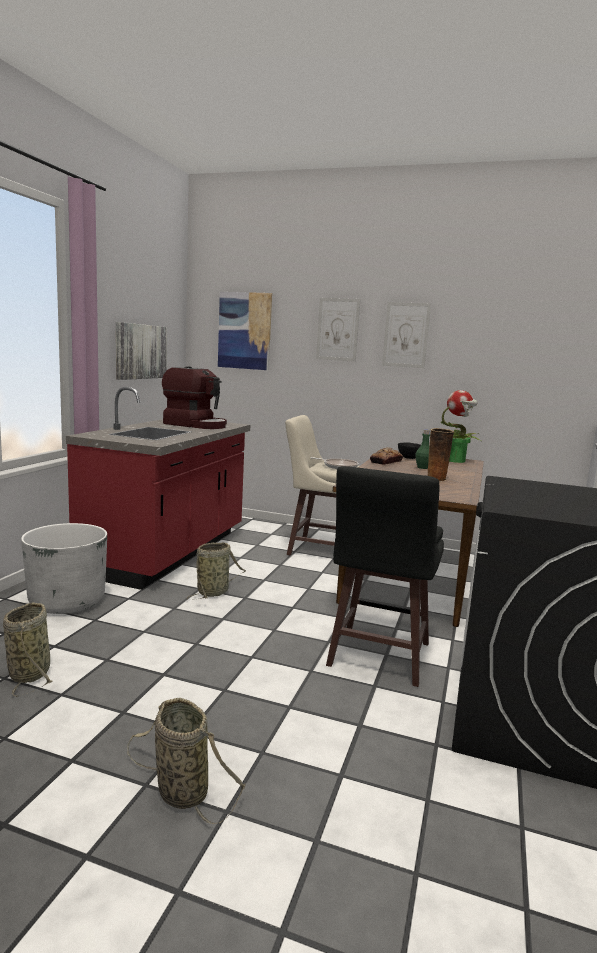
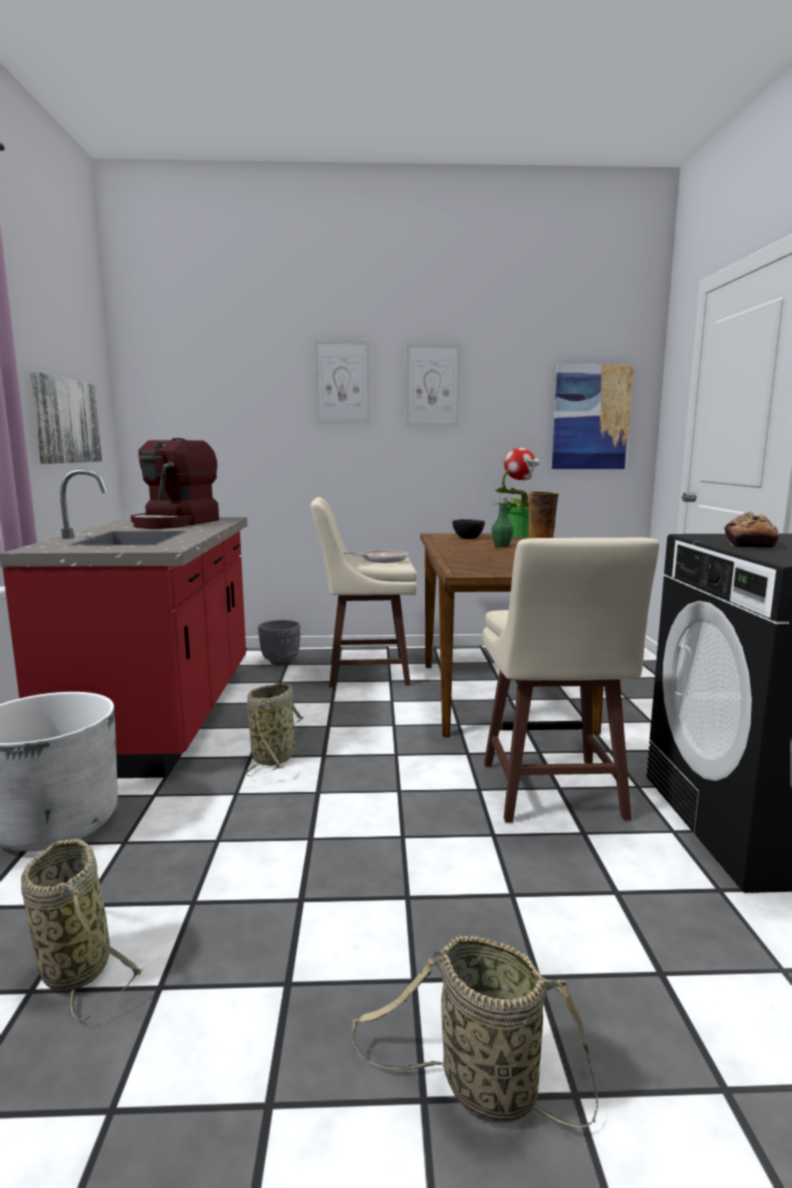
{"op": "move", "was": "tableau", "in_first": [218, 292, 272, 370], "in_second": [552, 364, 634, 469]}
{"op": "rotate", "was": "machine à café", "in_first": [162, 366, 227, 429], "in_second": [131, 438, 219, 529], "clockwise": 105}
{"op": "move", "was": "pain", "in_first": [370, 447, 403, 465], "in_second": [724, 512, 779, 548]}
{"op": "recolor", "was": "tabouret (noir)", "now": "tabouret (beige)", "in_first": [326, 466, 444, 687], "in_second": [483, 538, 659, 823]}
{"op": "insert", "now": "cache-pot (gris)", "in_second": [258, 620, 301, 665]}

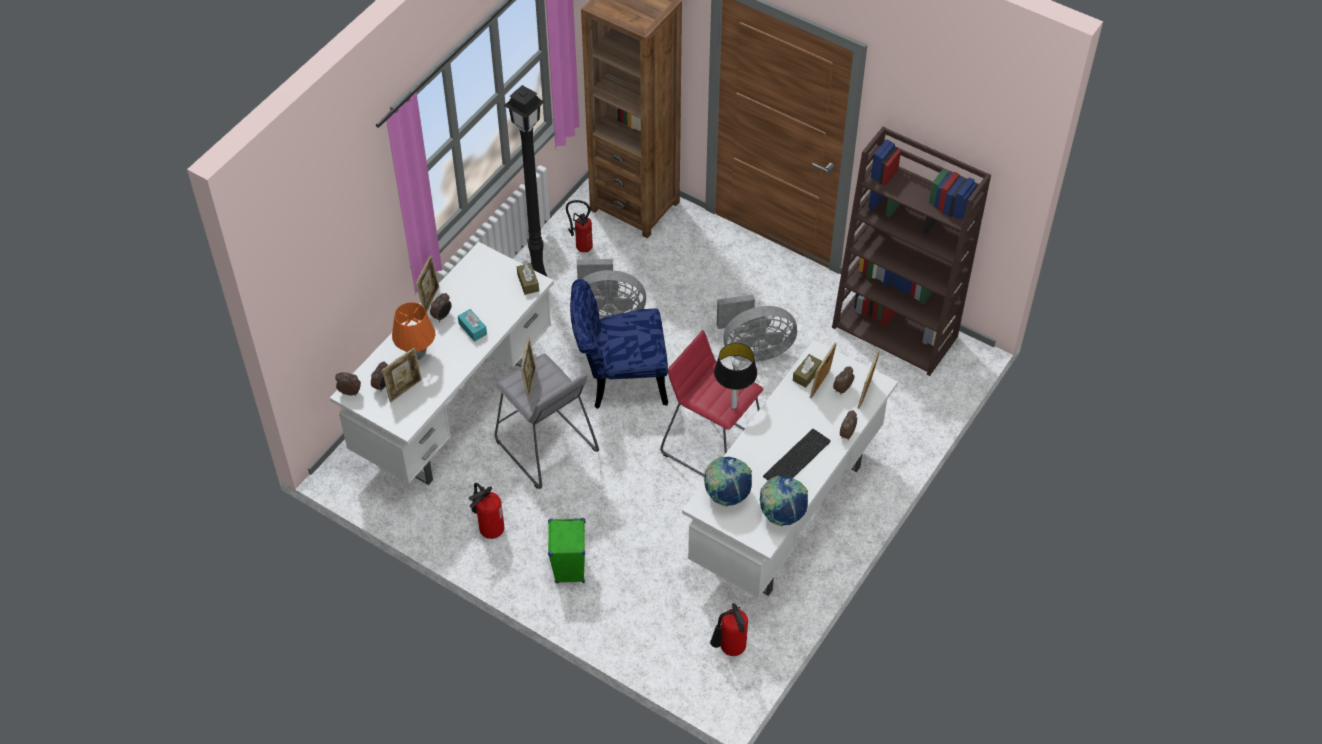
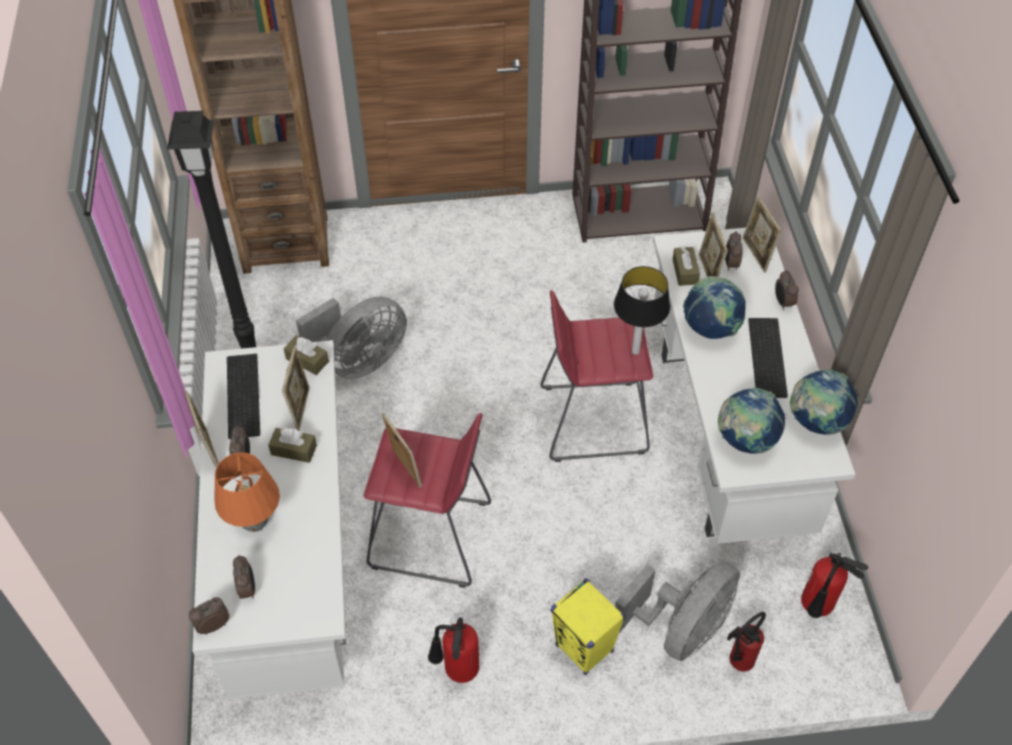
{"op": "move", "was": "extincteur", "in_first": [566, 200, 593, 252], "in_second": [727, 612, 766, 671]}
{"op": "delete", "was": "chaise (bleu)", "in_first": [570, 279, 668, 409]}
{"op": "move", "was": "ventilateur (gris)", "in_first": [717, 294, 797, 362], "in_second": [615, 561, 740, 661]}
{"op": "recolor", "was": "boîte à mouchoirs (turquoise)", "now": "boîte à mouchoirs (marron)", "in_first": [458, 309, 487, 342], "in_second": [268, 428, 317, 463]}
{"op": "move", "was": "cadre photo", "in_first": [382, 347, 422, 403], "in_second": [282, 347, 310, 431]}
{"op": "recolor", "was": "tabouret (gris)", "now": "tabouret (rouge)", "in_first": [495, 354, 599, 489], "in_second": [364, 413, 491, 588]}
{"op": "recolor", "was": "enceinte (vert)", "now": "enceinte (jaune)", "in_first": [548, 518, 585, 583], "in_second": [551, 578, 626, 675]}
{"op": "insert", "now": "globe", "in_second": [683, 276, 746, 339]}
{"op": "insert", "now": "clavier", "in_second": [227, 354, 260, 439]}

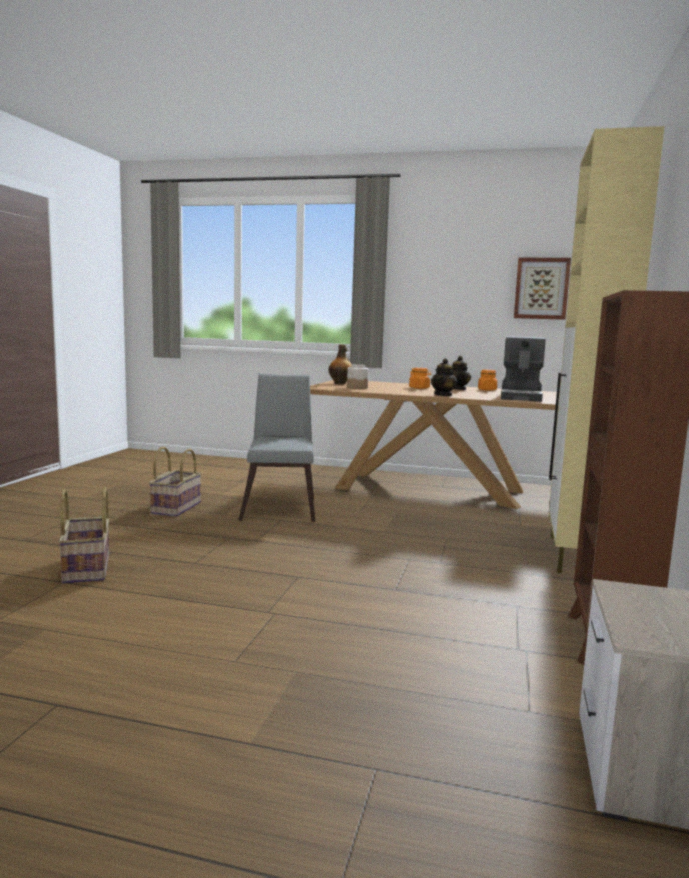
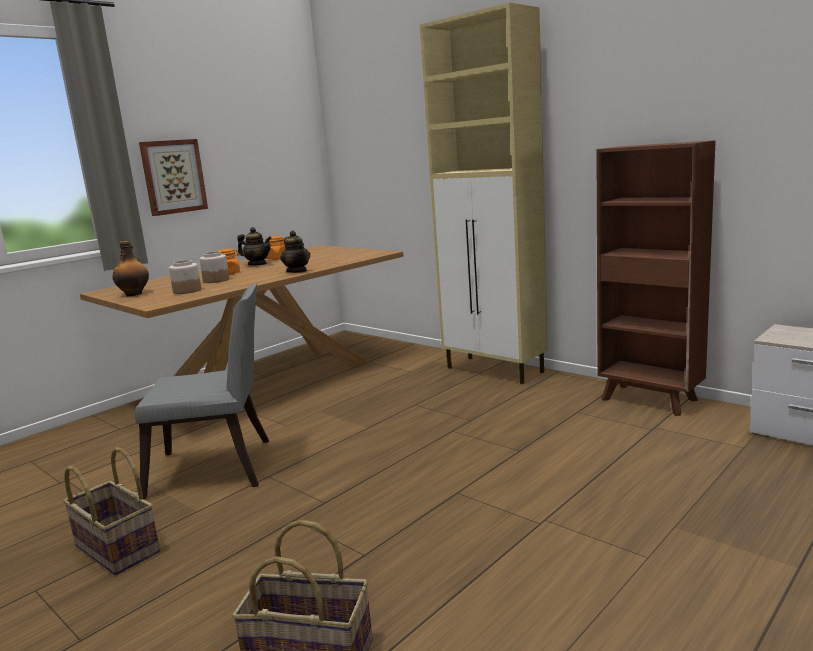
{"op": "move", "was": "tableau", "in_first": [514, 257, 571, 320], "in_second": [139, 139, 208, 216]}
{"op": "delete", "was": "machine à café", "in_first": [501, 336, 546, 402]}
{"op": "rotate", "was": "chaise (gris)", "in_first": [238, 373, 315, 522], "in_second": [134, 283, 269, 500], "clockwise": 150}
{"op": "insert", "now": "bocal", "in_second": [199, 251, 229, 283]}

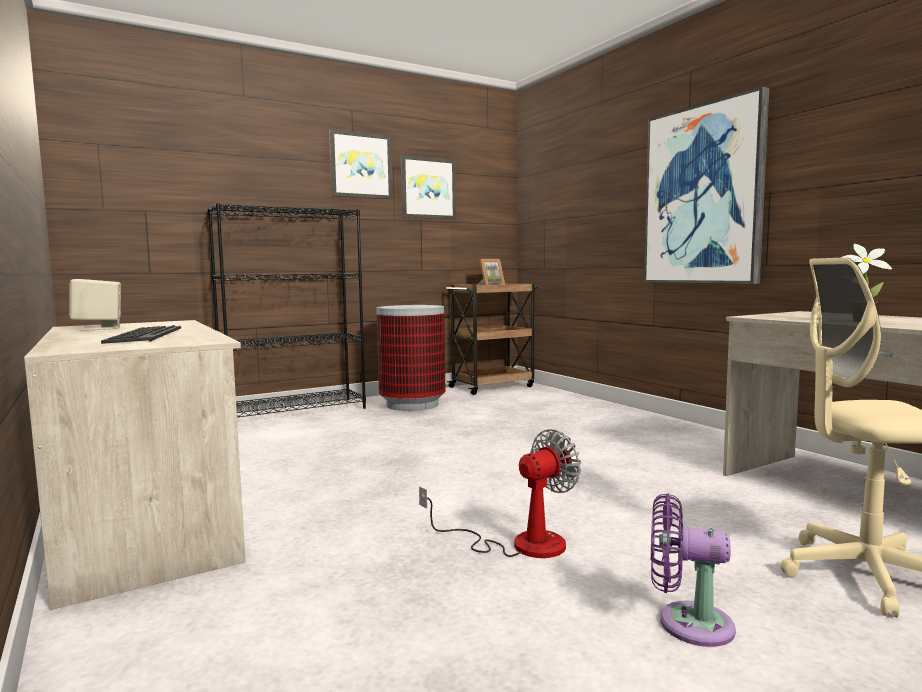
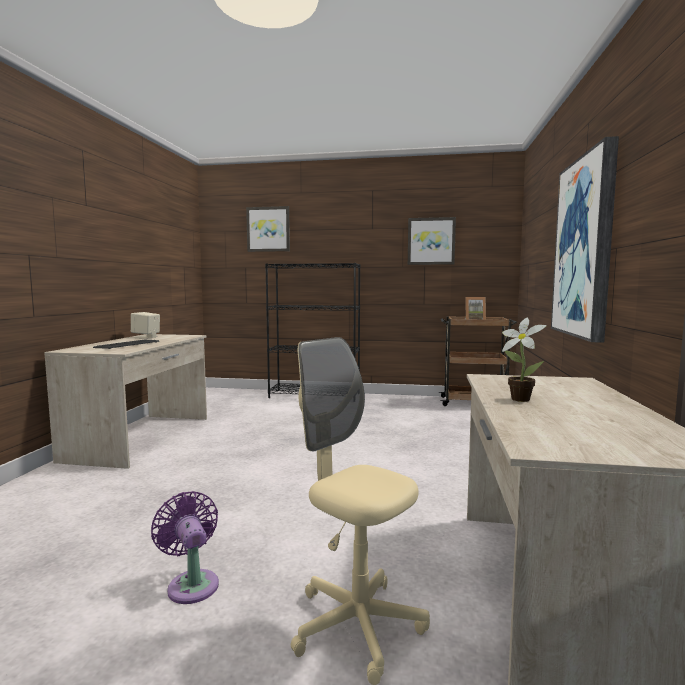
{"op": "move", "was": "tableau", "in_first": [329, 129, 392, 199], "in_second": [246, 206, 290, 252]}
{"op": "delete", "was": "poubelle", "in_first": [377, 305, 445, 411]}
{"op": "delete", "was": "ventilateur", "in_first": [419, 429, 581, 558]}

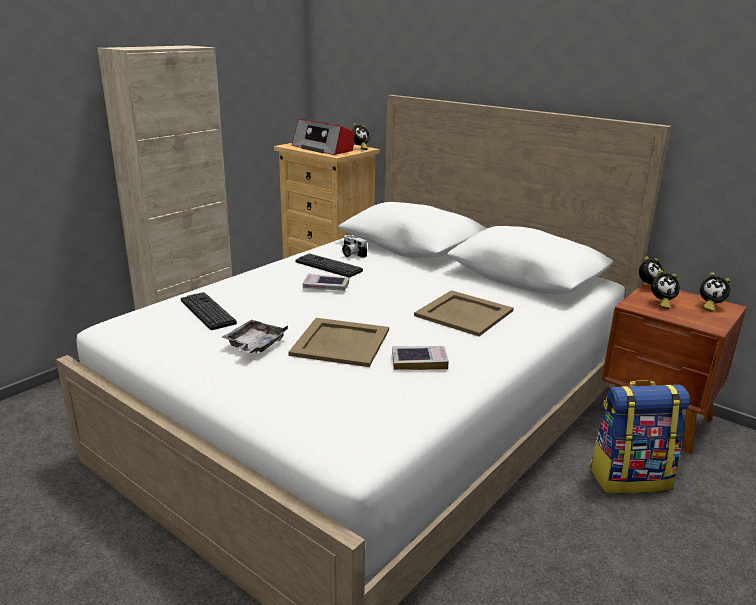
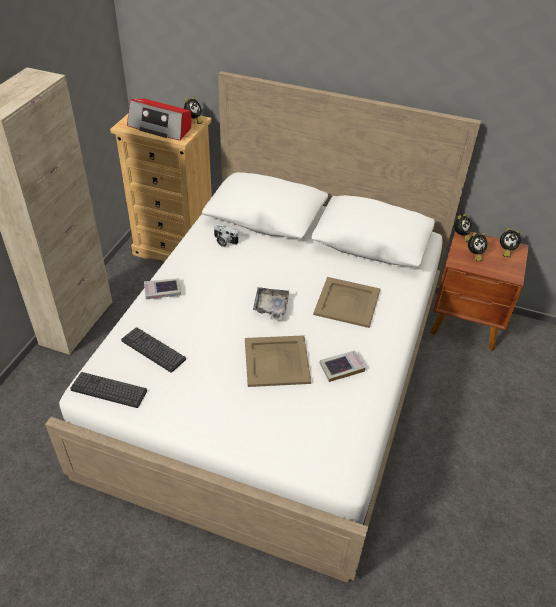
{"op": "move", "was": "clavier", "in_first": [296, 253, 363, 278], "in_second": [70, 372, 147, 408]}
{"op": "move", "was": "livre", "in_first": [303, 273, 349, 291], "in_second": [144, 278, 181, 299]}
{"op": "move", "was": "plateau (gris)", "in_first": [222, 320, 288, 353], "in_second": [253, 287, 289, 320]}
{"op": "delete", "was": "sac à dos", "in_first": [590, 380, 690, 493]}

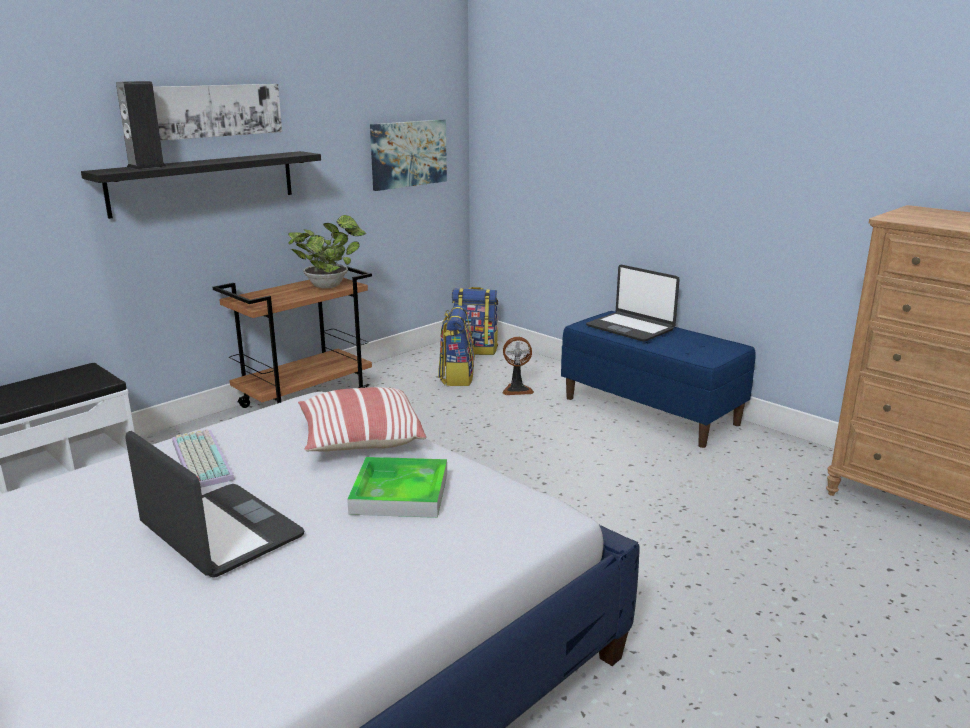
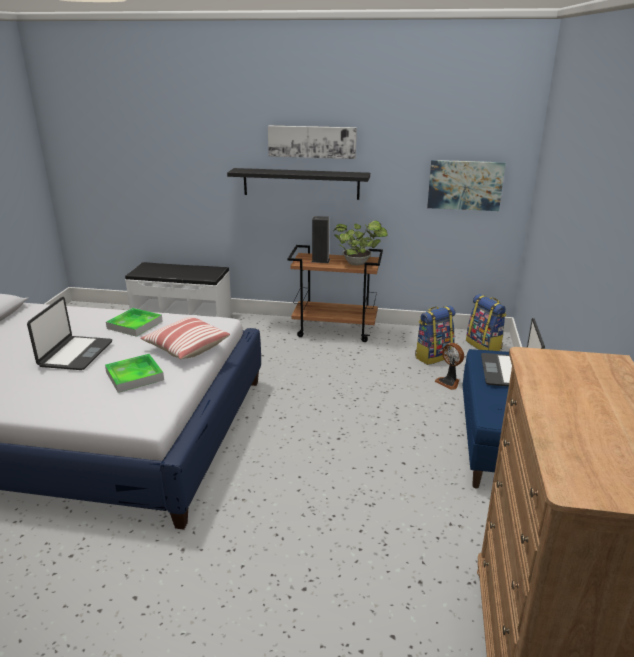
{"op": "move", "was": "enceinte", "in_first": [116, 81, 166, 169], "in_second": [312, 216, 330, 263]}
{"op": "replace", "was": "clavier", "now": "plateau", "in_first": [172, 429, 235, 488], "in_second": [106, 308, 163, 337]}

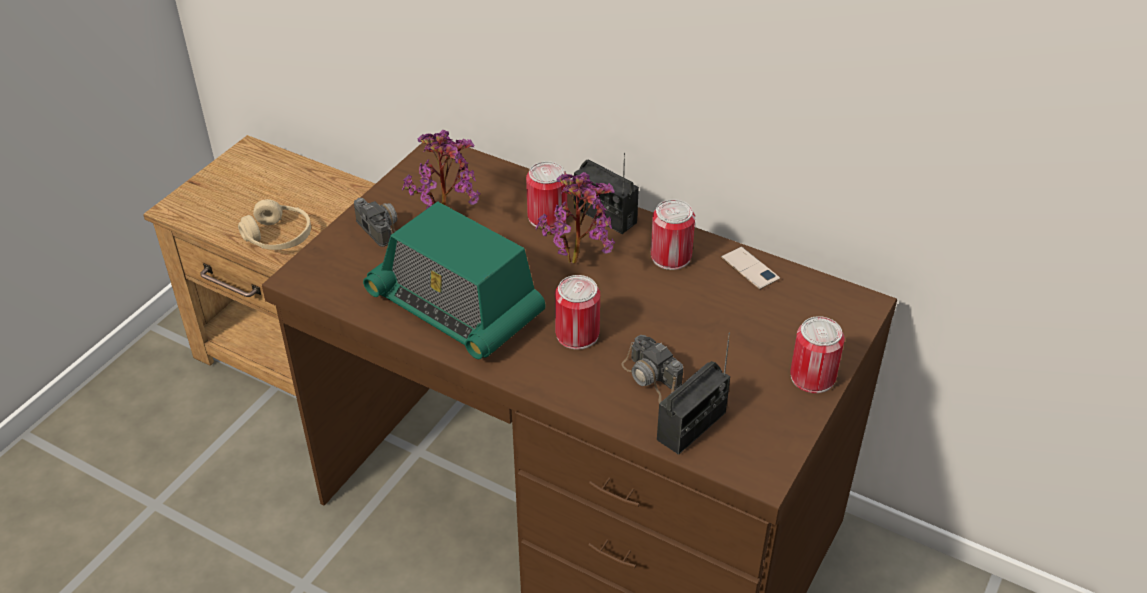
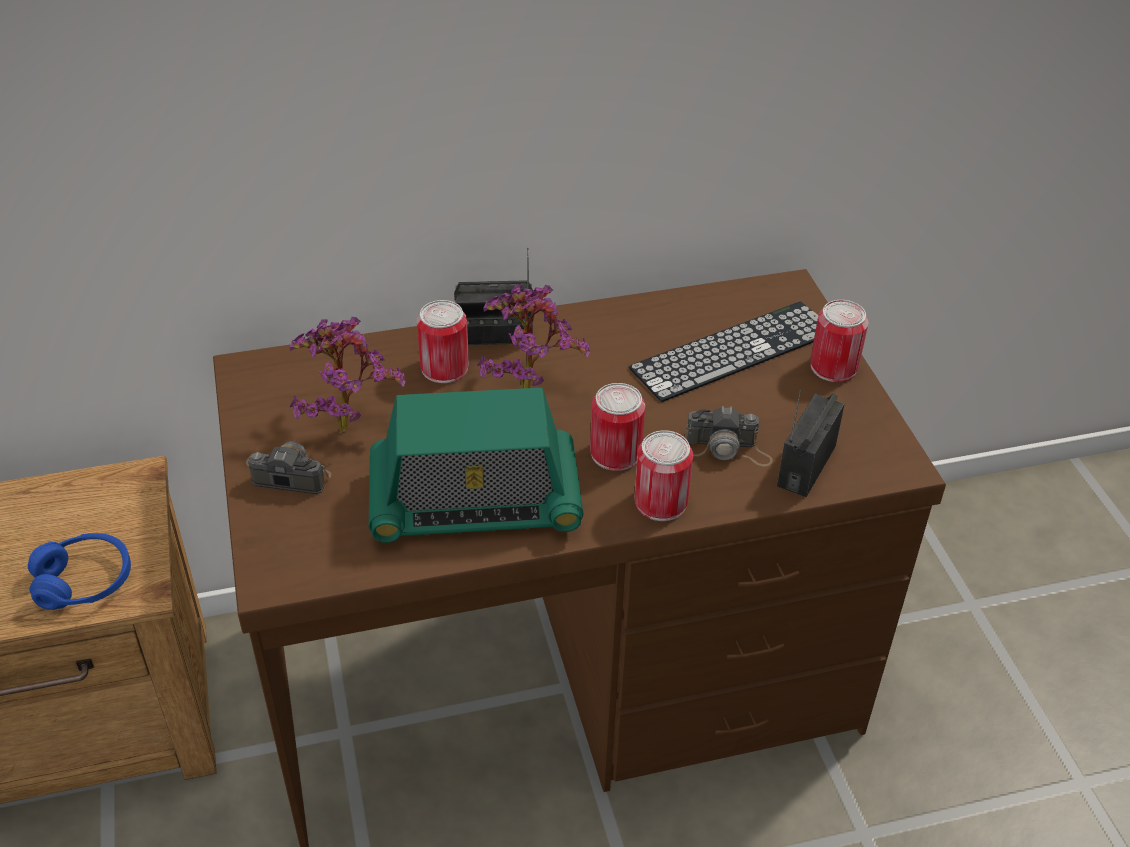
{"op": "recolor", "was": "casque audio (beige)", "now": "casque audio (bleu)", "in_first": [238, 199, 311, 250], "in_second": [28, 533, 131, 610]}
{"op": "move", "was": "boîte métallique", "in_first": [651, 199, 695, 270], "in_second": [634, 430, 693, 521]}
{"op": "delete", "was": "téléphone", "in_first": [721, 247, 780, 290]}
{"op": "rotate", "was": "radio", "in_first": [657, 332, 730, 455], "in_second": [777, 390, 845, 497], "clockwise": -150}
{"op": "insert", "now": "clavier", "in_second": [629, 301, 818, 402]}

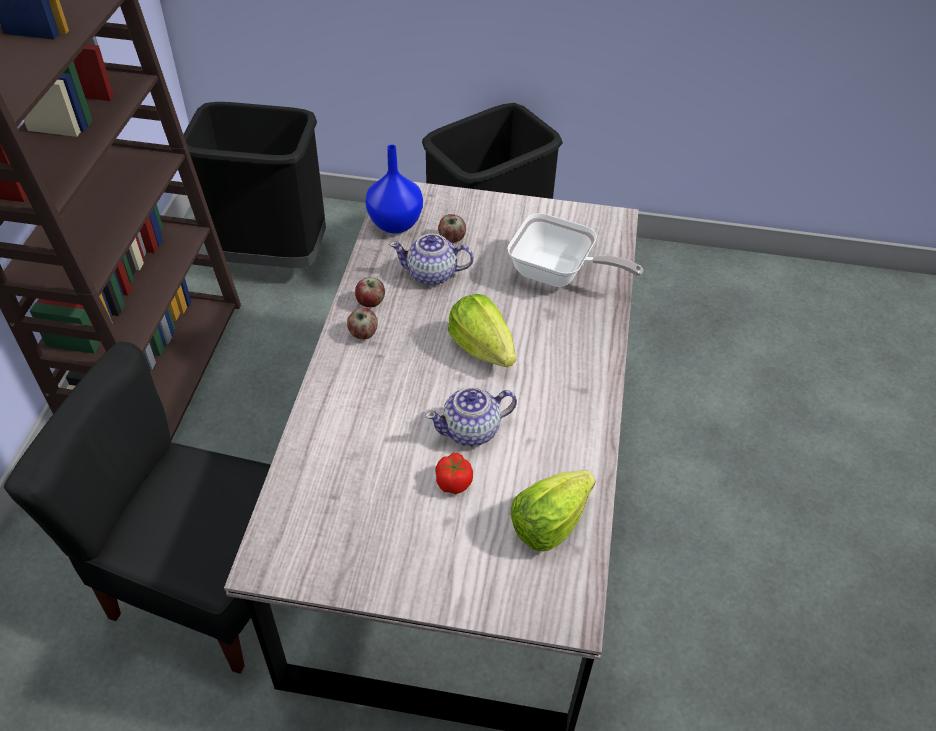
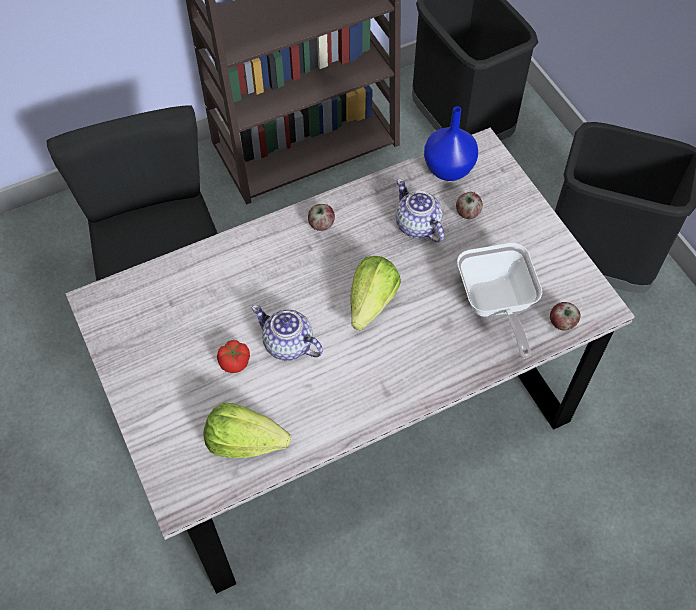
{"op": "move", "was": "pomme", "in_first": [355, 277, 385, 307], "in_second": [550, 302, 581, 331]}

